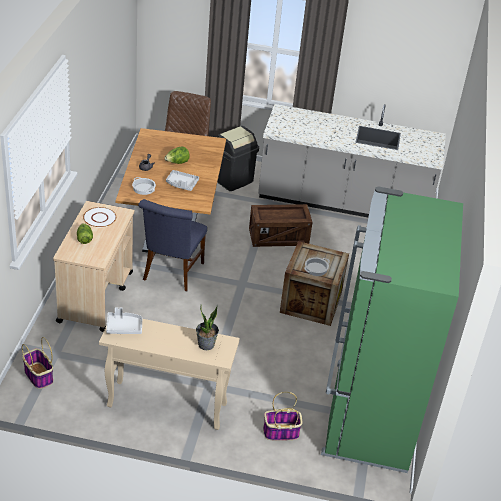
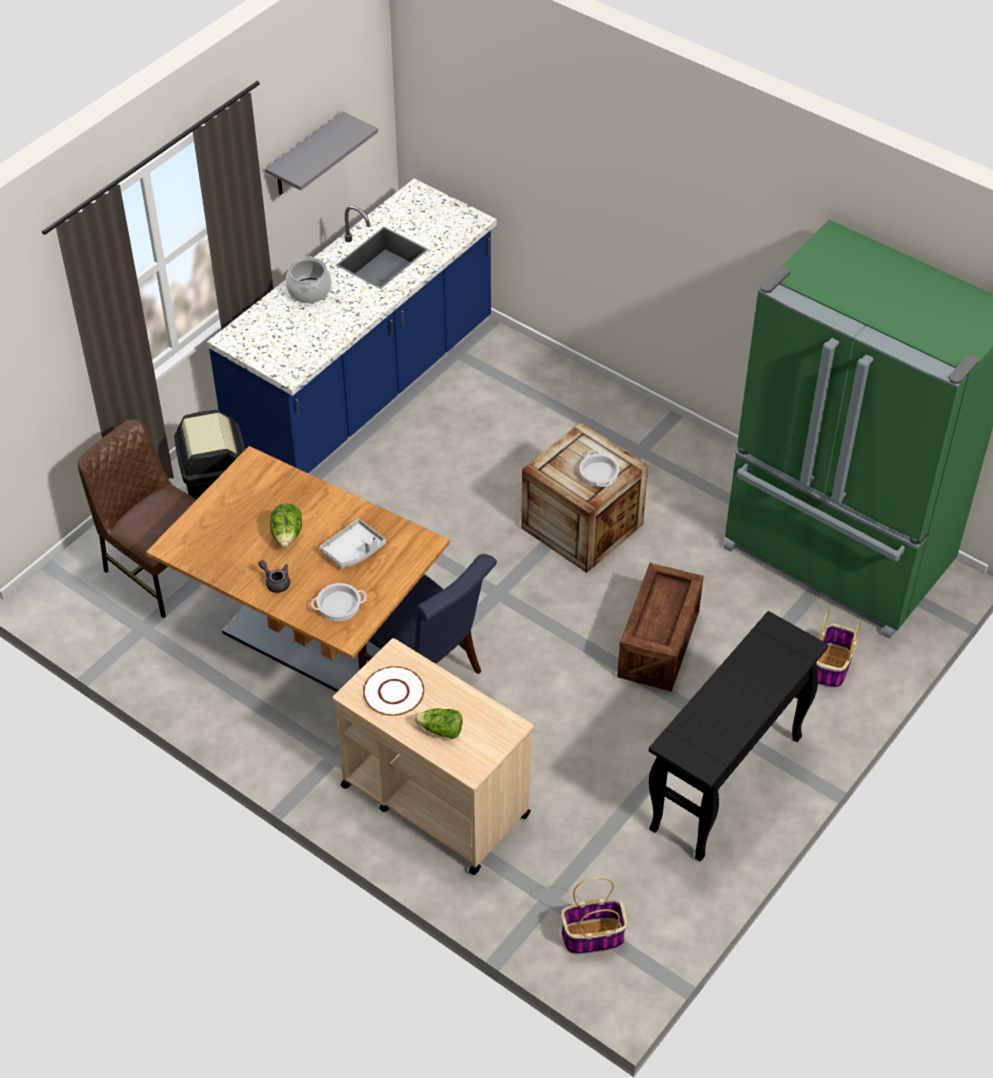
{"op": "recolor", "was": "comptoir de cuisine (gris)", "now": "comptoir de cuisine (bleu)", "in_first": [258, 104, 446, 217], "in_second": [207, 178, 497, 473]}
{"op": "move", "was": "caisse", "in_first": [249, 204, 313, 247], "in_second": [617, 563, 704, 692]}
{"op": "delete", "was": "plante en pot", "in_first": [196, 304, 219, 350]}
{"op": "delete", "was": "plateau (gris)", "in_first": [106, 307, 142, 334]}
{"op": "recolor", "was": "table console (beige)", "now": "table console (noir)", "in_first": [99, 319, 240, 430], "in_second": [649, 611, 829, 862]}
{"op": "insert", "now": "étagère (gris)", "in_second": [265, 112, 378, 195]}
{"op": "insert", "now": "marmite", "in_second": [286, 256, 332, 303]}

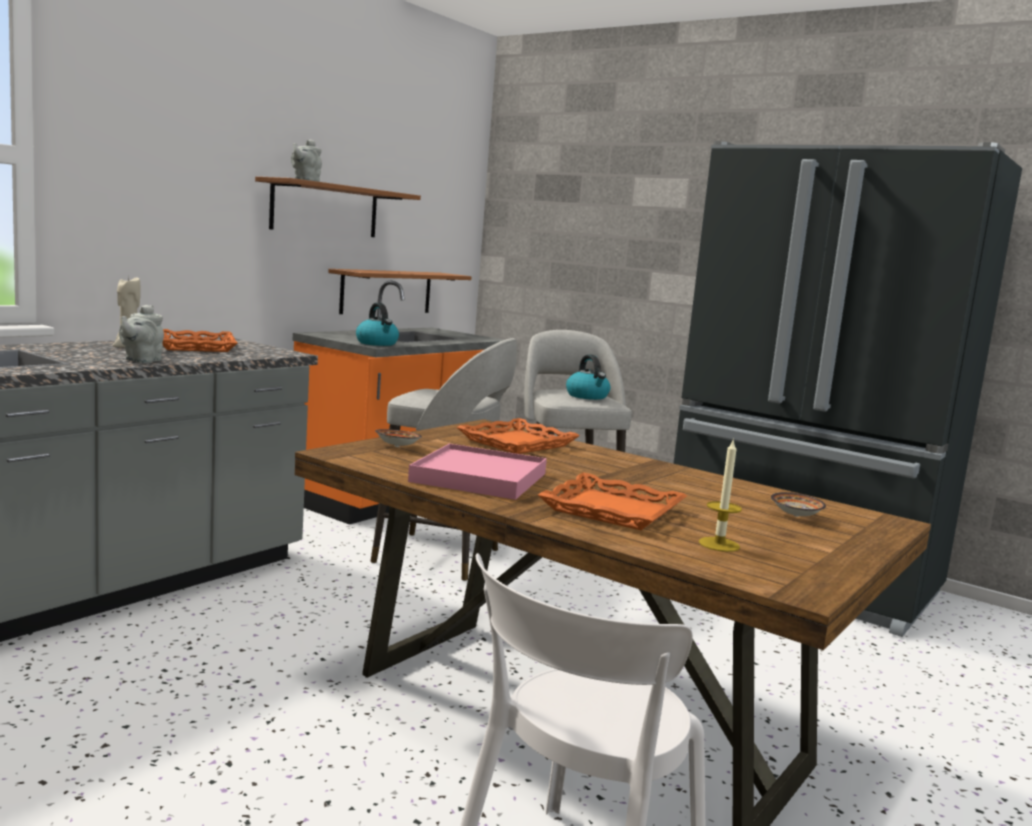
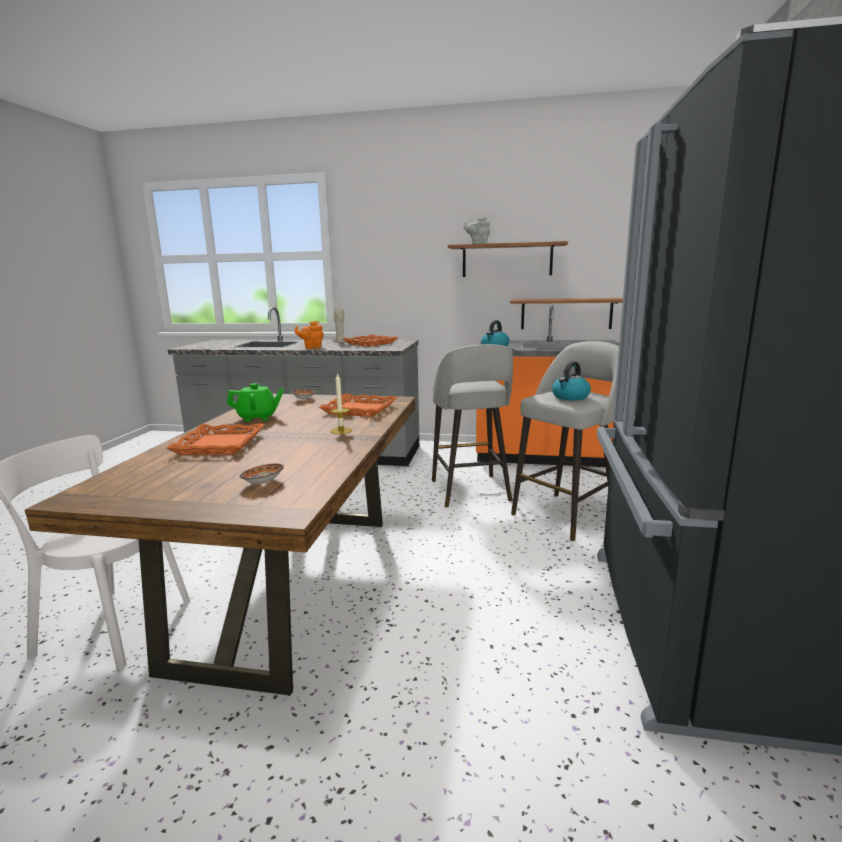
{"op": "recolor", "was": "théière (gris)", "now": "théière (orange)", "in_first": [119, 304, 164, 363], "in_second": [295, 321, 324, 349]}
{"op": "move", "was": "bougie", "in_first": [699, 438, 742, 552], "in_second": [330, 373, 352, 434]}
{"op": "replace", "was": "plateau (rose)", "now": "théière (vert)", "in_first": [408, 444, 547, 500], "in_second": [227, 383, 284, 422]}

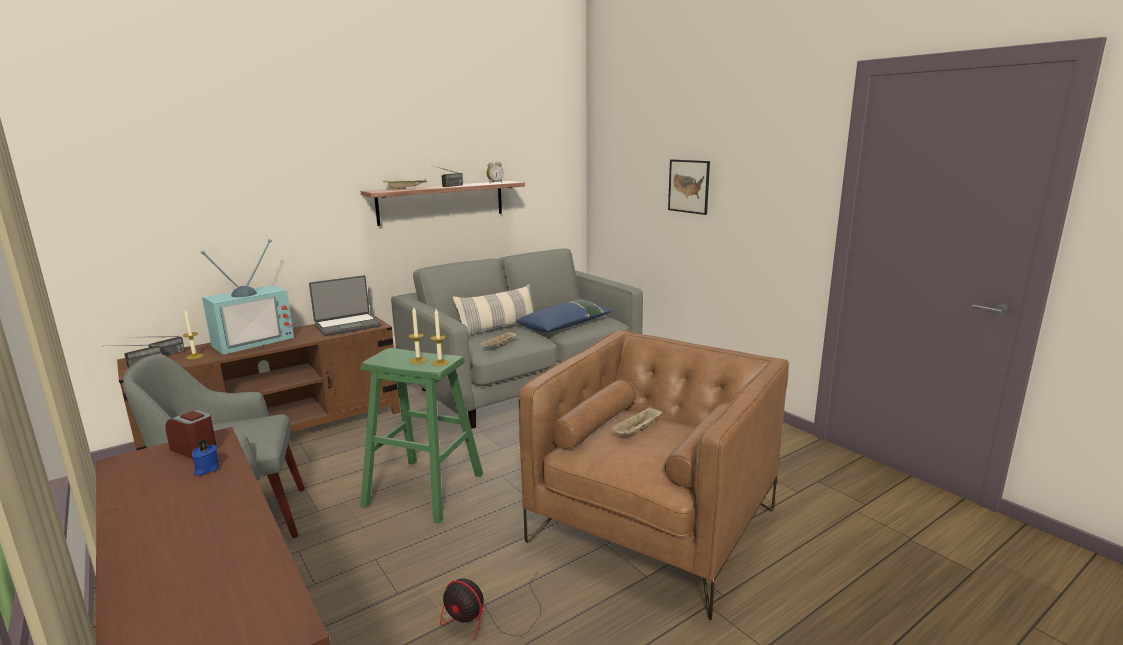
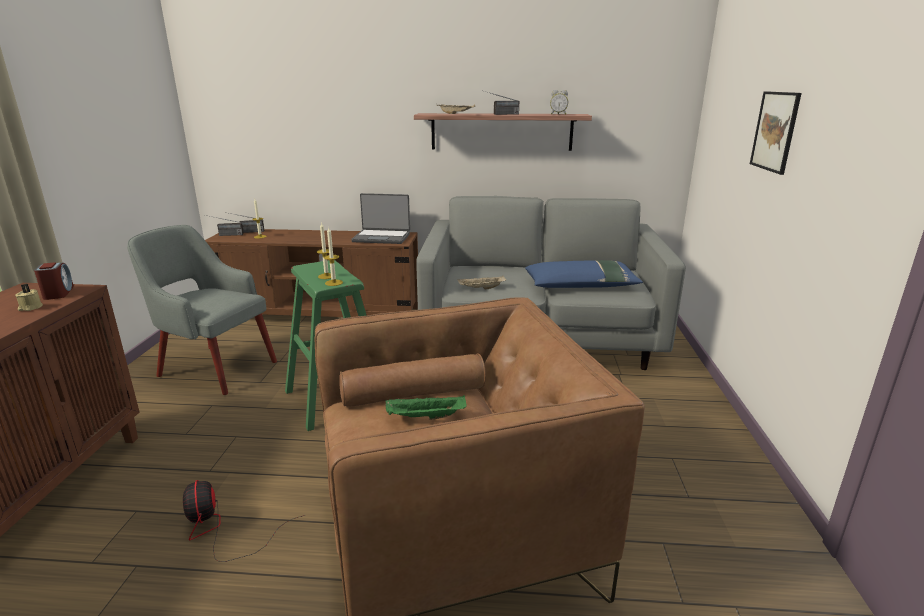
{"op": "delete", "was": "téléviseur", "in_first": [201, 239, 294, 355]}
{"op": "delete", "was": "coussin", "in_first": [452, 284, 534, 336]}
{"op": "recolor", "was": "plateau (beige)", "now": "plateau (vert)", "in_first": [610, 406, 662, 434], "in_second": [385, 395, 467, 420]}
{"op": "recolor", "was": "bougie (bleu)", "now": "bougie (beige)", "in_first": [192, 439, 219, 476], "in_second": [15, 284, 43, 311]}

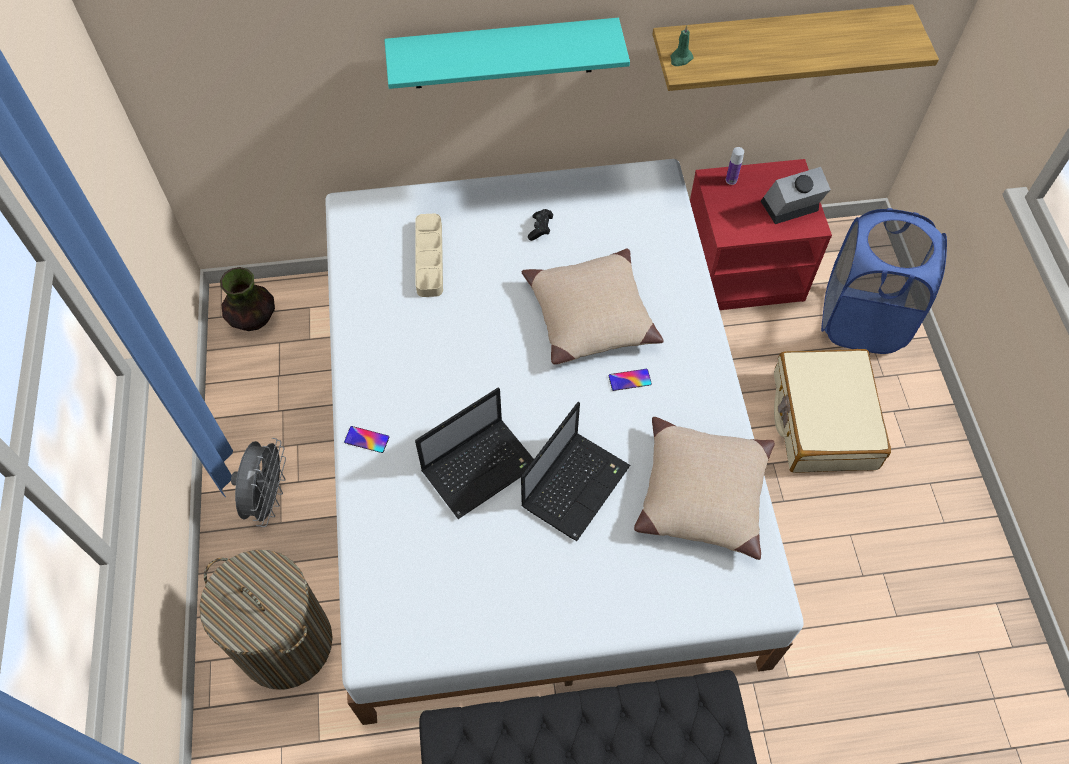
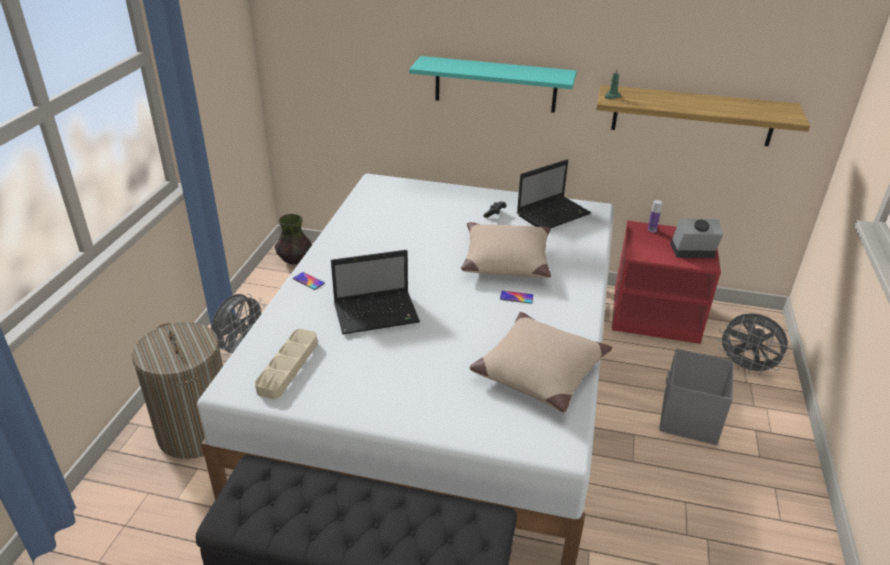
{"op": "replace", "was": "panier à linge (bleu)", "now": "ventilateur (gris)", "in_first": [821, 208, 947, 354], "in_second": [717, 313, 789, 376]}
{"op": "move", "was": "plateau (beige)", "in_first": [415, 214, 443, 297], "in_second": [255, 329, 317, 399]}
{"op": "replace", "was": "valise (beige)", "now": "boîte de rangement (gris)", "in_first": [774, 349, 891, 473], "in_second": [659, 348, 734, 445]}
{"op": "move", "was": "ordinateur portable", "in_first": [521, 402, 630, 541], "in_second": [517, 159, 591, 229]}

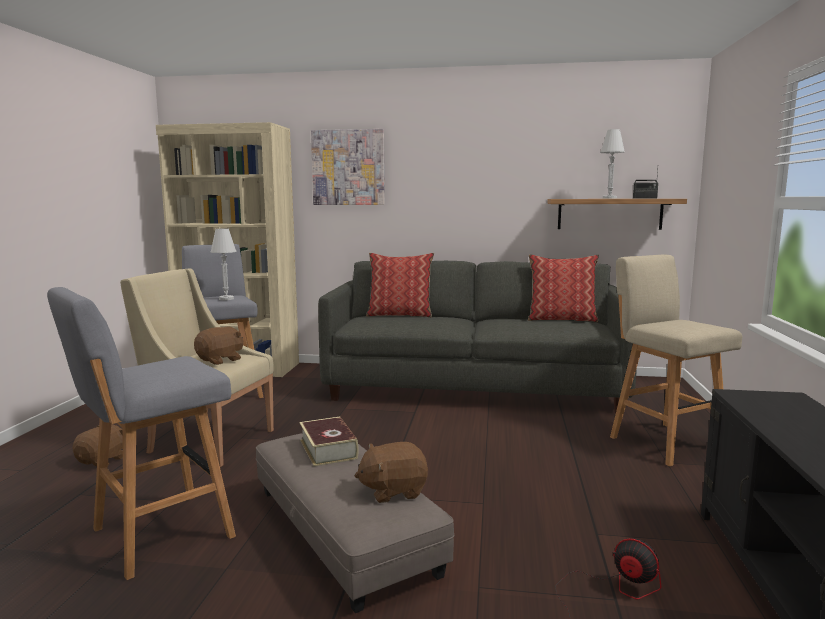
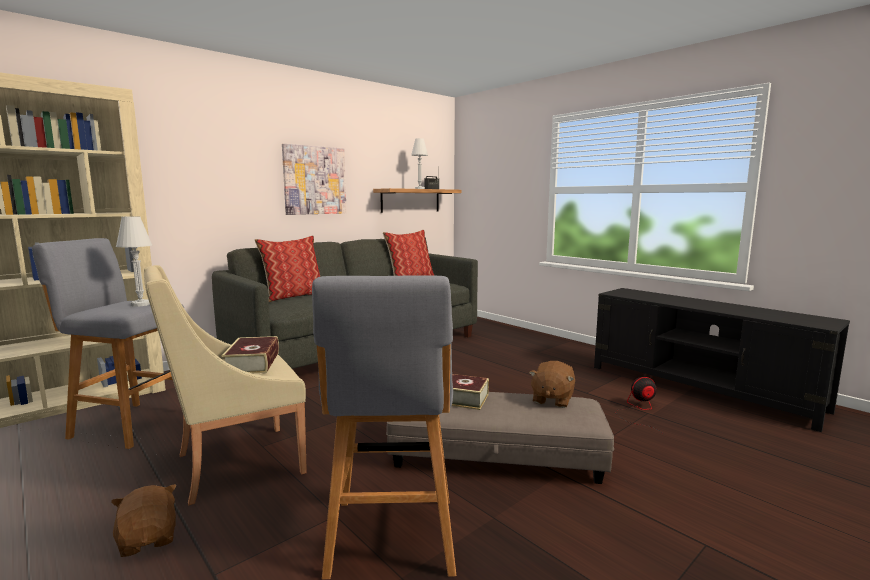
{"op": "move", "was": "tableau", "in_first": [311, 129, 385, 205], "in_second": [282, 144, 347, 215]}
{"op": "delete", "was": "tabouret (beige)", "in_first": [610, 255, 742, 466]}
{"op": "replace", "was": "peluche (marron)", "now": "livre", "in_first": [194, 326, 243, 365], "in_second": [221, 336, 279, 373]}

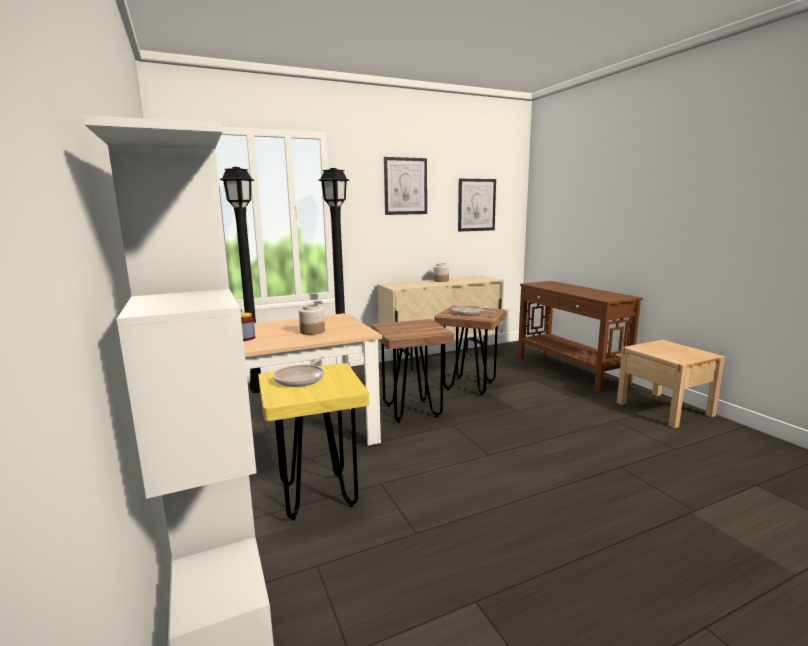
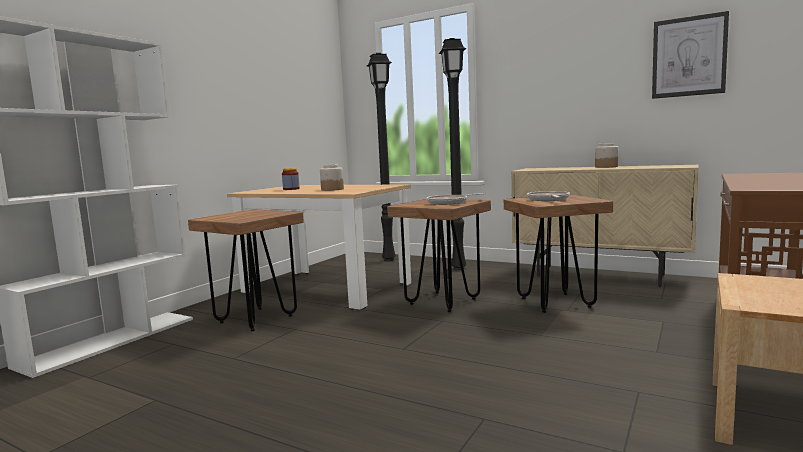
{"op": "delete", "was": "tableau", "in_first": [384, 157, 427, 215]}
{"op": "move", "was": "poêle", "in_first": [273, 356, 325, 387], "in_second": [427, 193, 486, 205]}
{"op": "recolor", "was": "tabouret (jaune)", "now": "tabouret (marron)", "in_first": [258, 363, 369, 520], "in_second": [188, 210, 304, 331]}

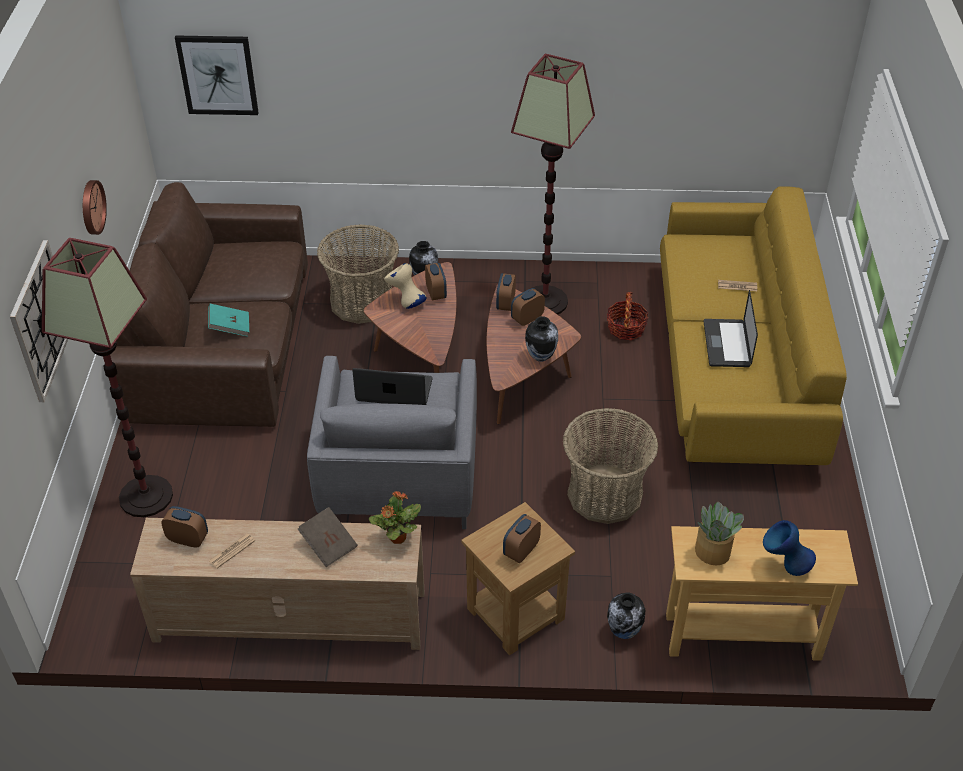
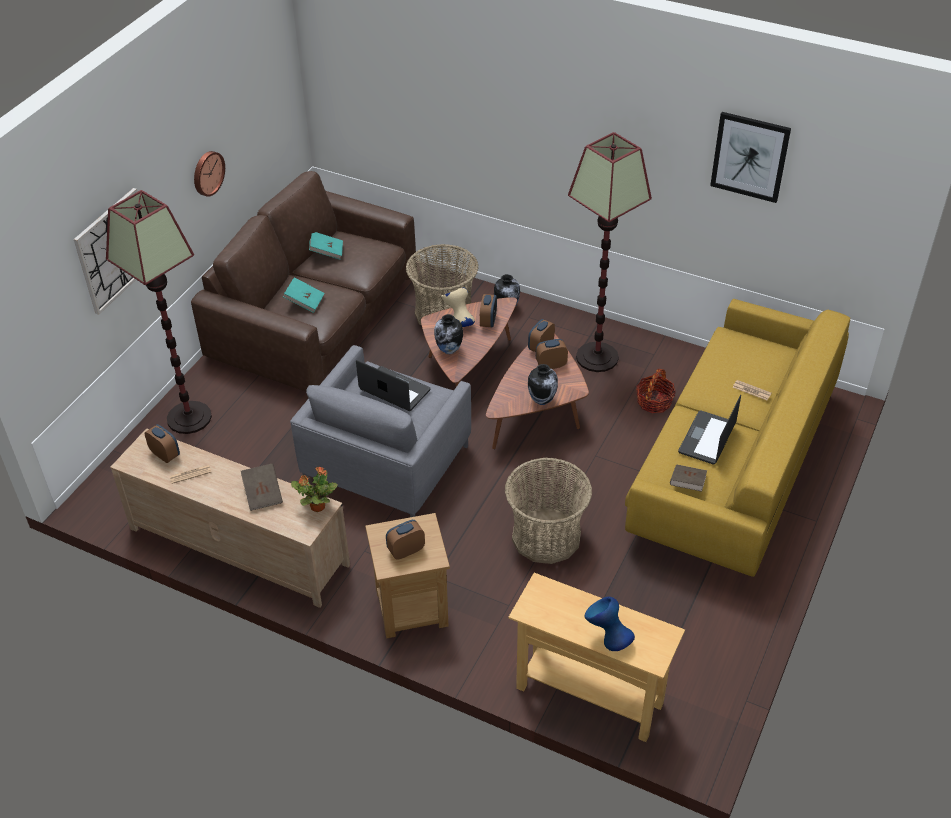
{"op": "move", "was": "tableau", "in_first": [175, 35, 259, 115], "in_second": [710, 112, 791, 203]}
{"op": "delete", "was": "plante en pot", "in_first": [695, 501, 744, 565]}
{"op": "move", "was": "vase", "in_first": [607, 593, 645, 639], "in_second": [434, 314, 463, 354]}
{"op": "insert", "now": "livre (turquoise)", "in_second": [309, 232, 343, 260]}
{"op": "insert", "now": "livre (marron)", "in_second": [670, 465, 707, 492]}

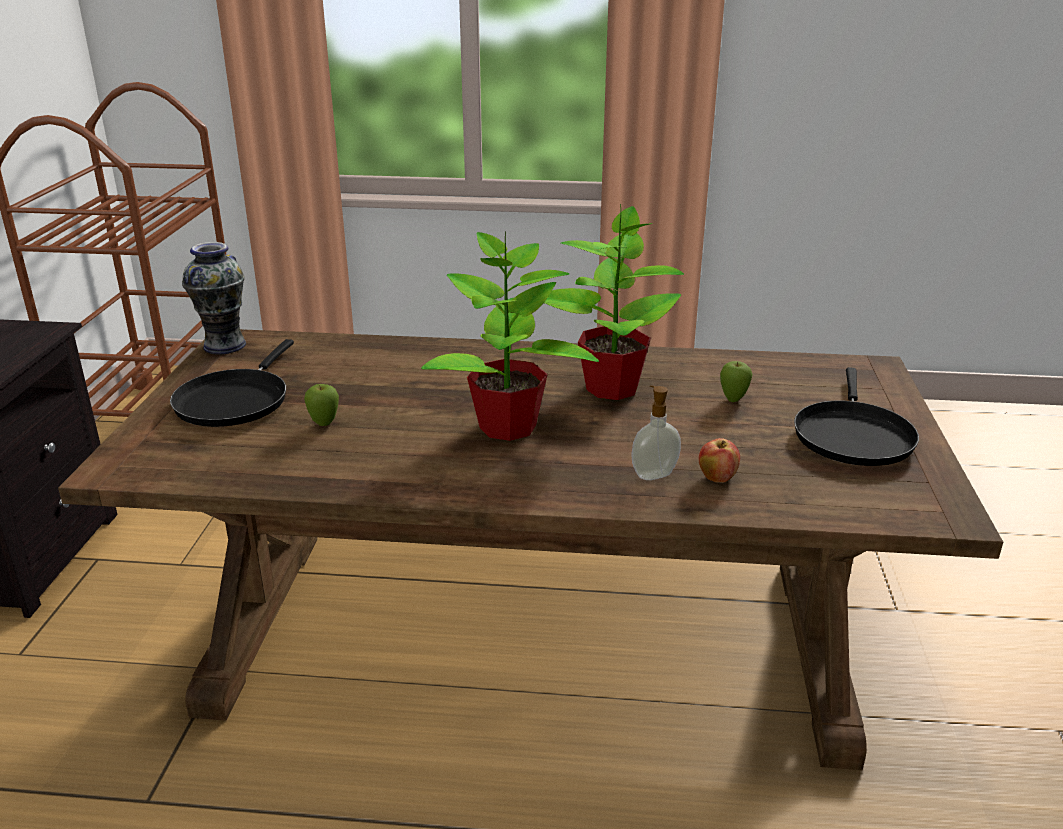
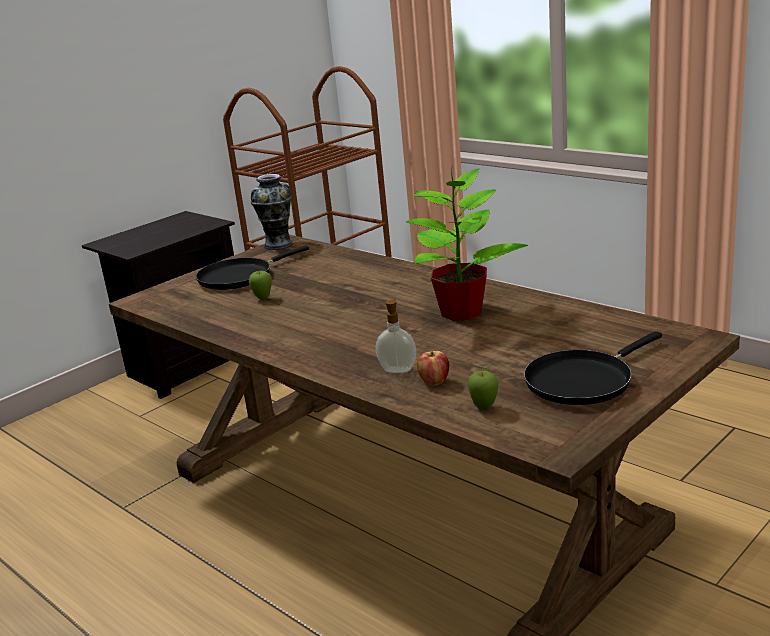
{"op": "delete", "was": "plante en pot", "in_first": [421, 231, 599, 441]}
{"op": "move", "was": "pomme", "in_first": [720, 361, 752, 402], "in_second": [468, 371, 498, 410]}

